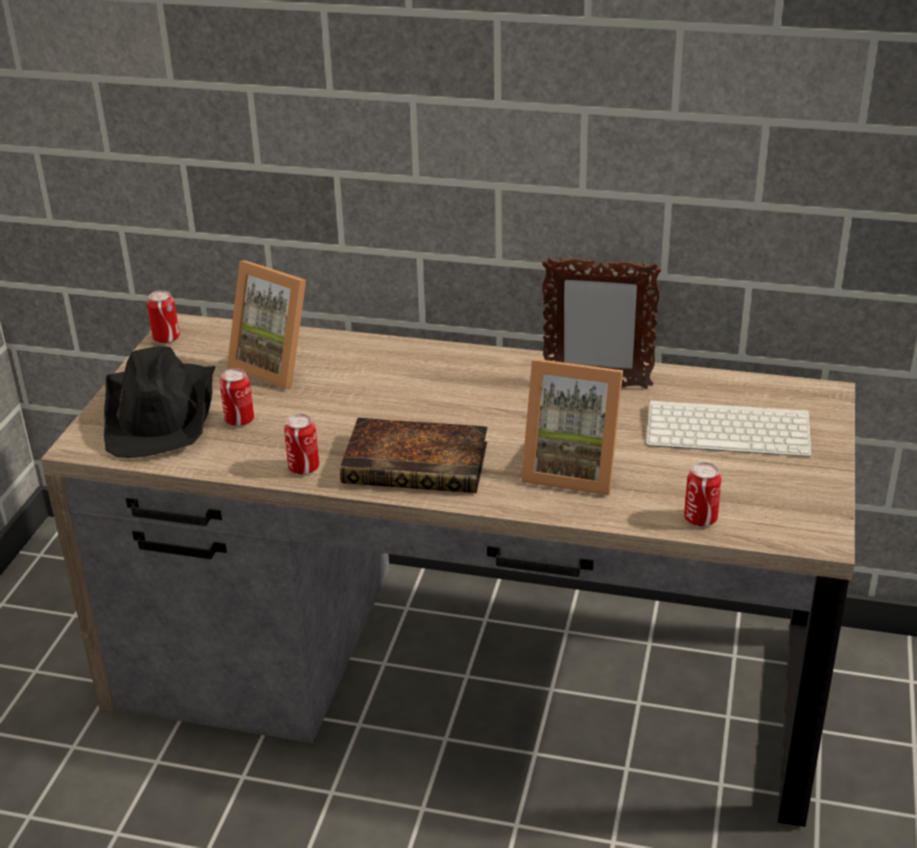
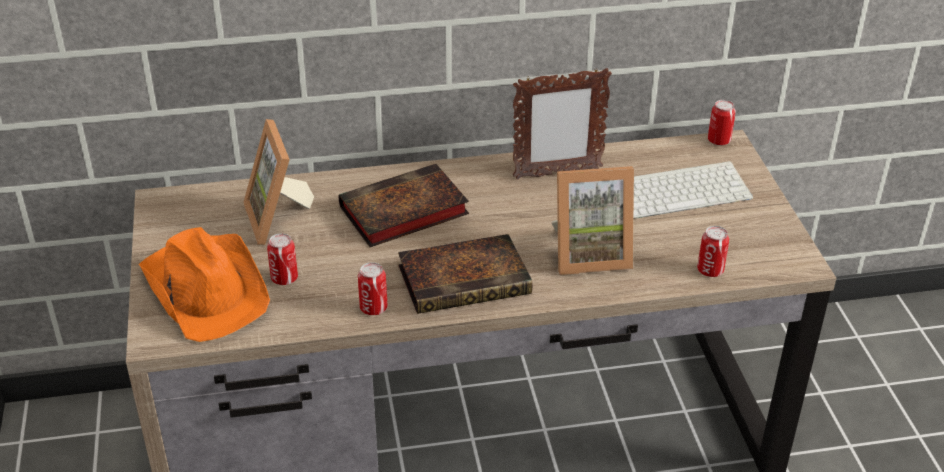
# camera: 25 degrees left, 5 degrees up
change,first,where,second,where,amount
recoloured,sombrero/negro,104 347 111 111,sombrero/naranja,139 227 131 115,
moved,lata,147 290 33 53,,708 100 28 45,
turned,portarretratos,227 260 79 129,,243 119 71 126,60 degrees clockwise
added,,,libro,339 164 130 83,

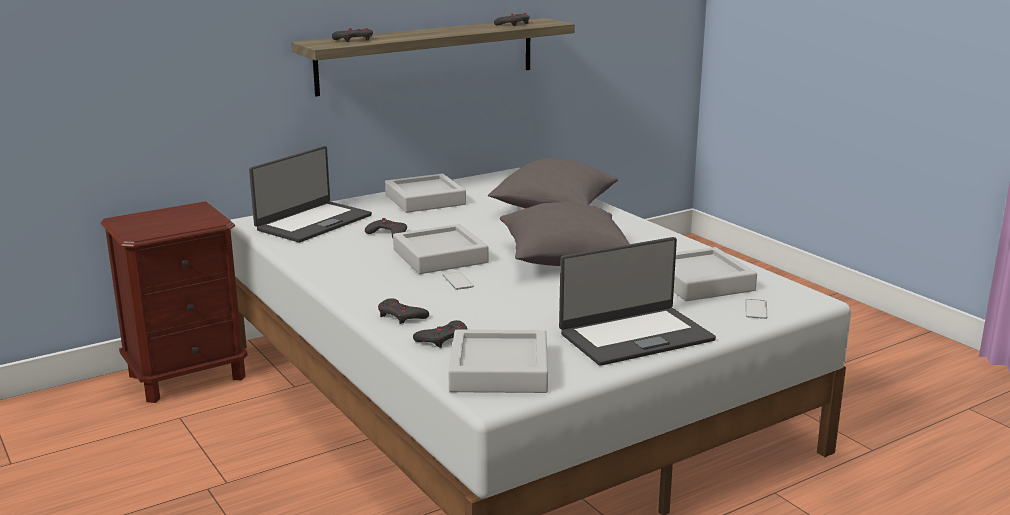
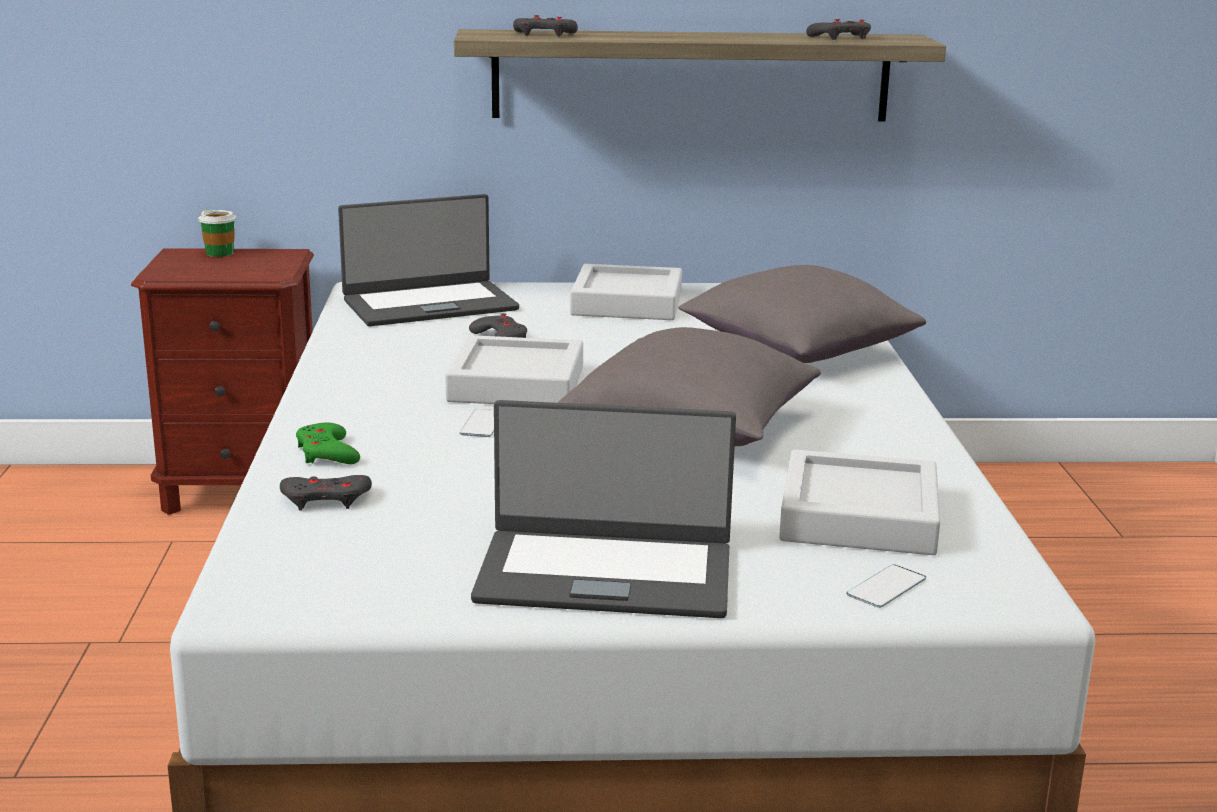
# camera: 30 degrees right, 0 degrees up
change,first,where,second,where,amount
recoloured,mando de consola/gris,378 298 51 26,mando de consola/verde,296 422 64 42,
removed,bandeja/gris,448 330 100 63,,,
added,,,taza,198 210 38 47,

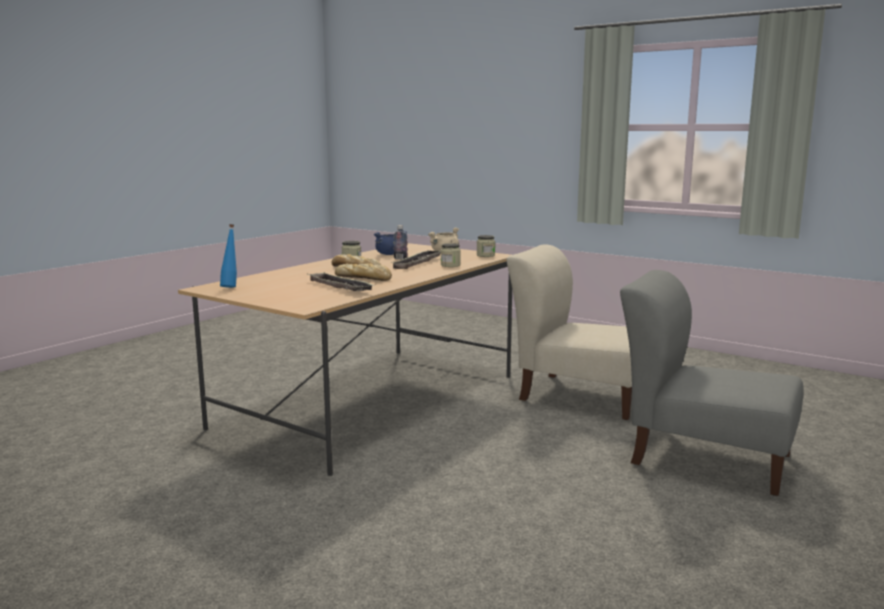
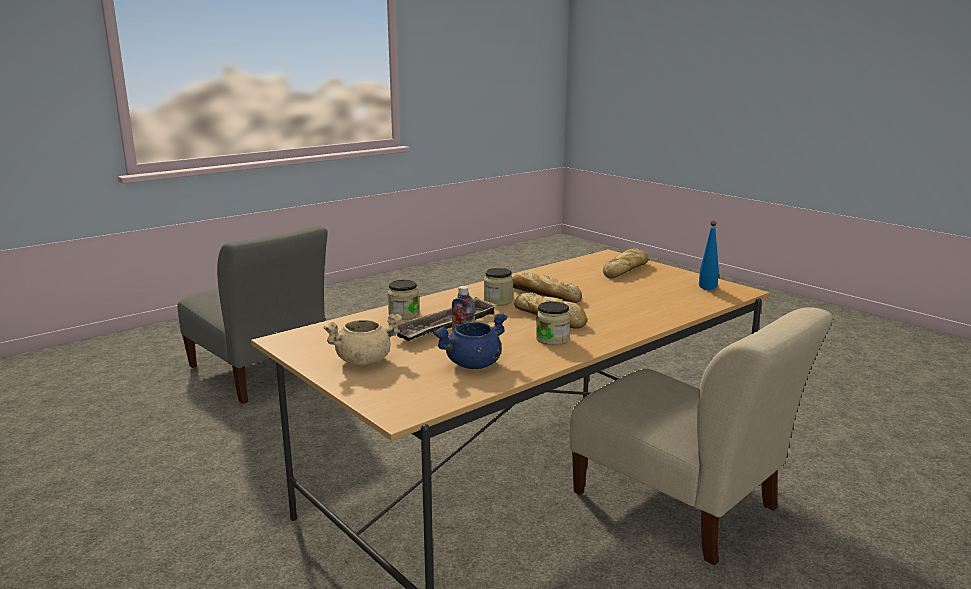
# camera: 165 degrees left, 5 degrees up
change,first,where,second,where,amount
removed,bandeja,307 272 68 19,,,
moved,tarro,477 235 18 22,,484 268 29 37,
moved,silla/beis,507 245 125 175,,569 307 264 258,
added,,,pan,603 248 45 30,

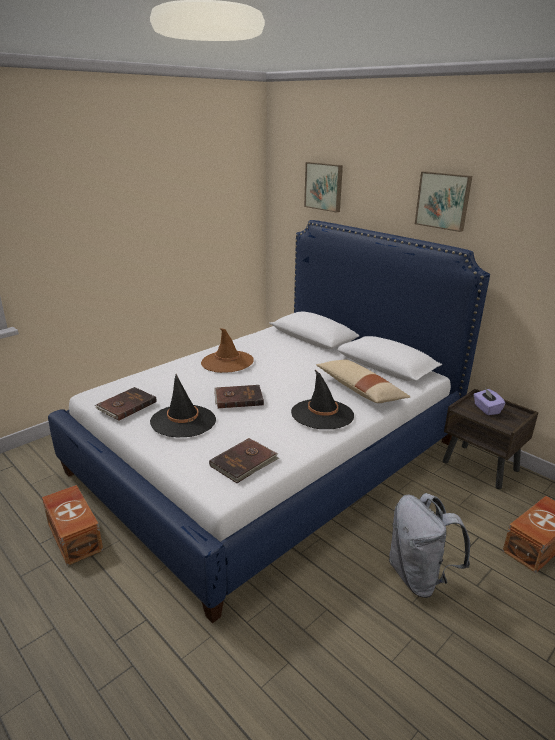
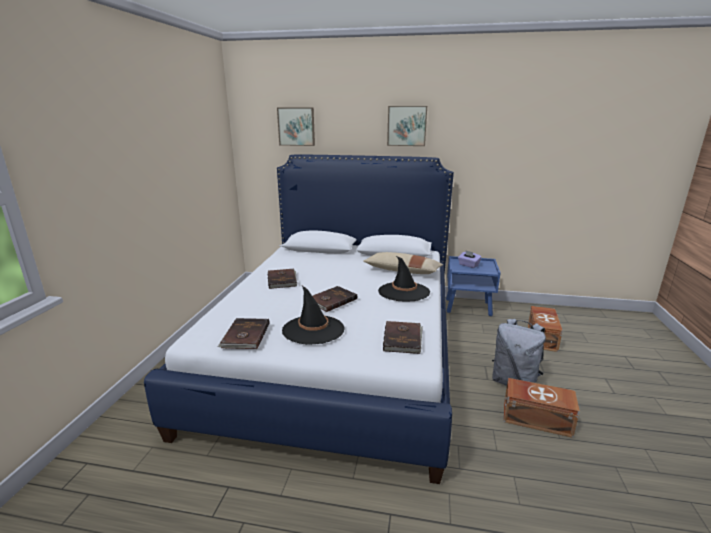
# camera: 35 degrees left, 5 degrees down
change,first,where,second,where,amount
moved,caja de almacenaje/marrón,42 485 61 81,,504 378 76 60,
replaced,sombrero/marrón,201 328 53 45,libro/marrón,268 269 29 20,
recoloured,mesita de noche/marrón,443 389 96 100,mesita de noche/azul,446 256 55 60,

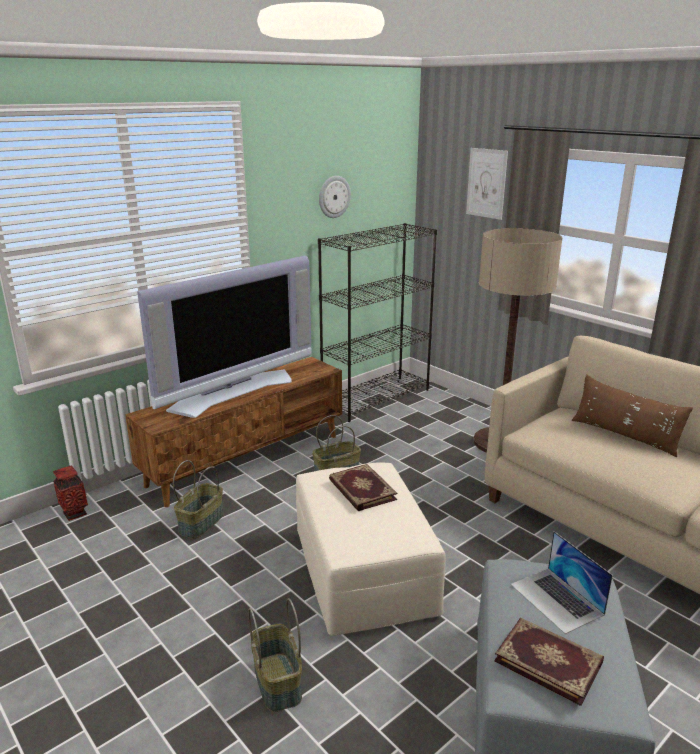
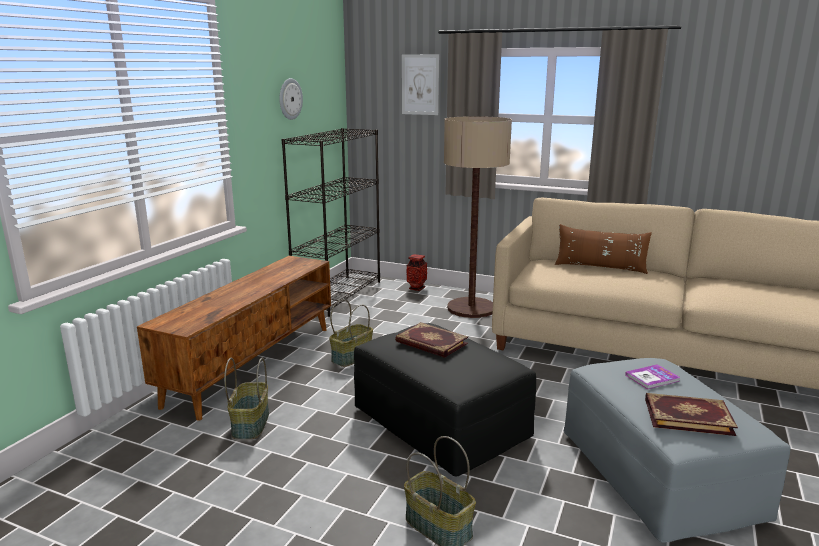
# camera: 25 degrees left, 5 degrees down
change,first,where,second,where,amount
moved,florero,53 466 35 55,,407 254 20 37,
removed,televisor,137 256 175 162,,,
recoloured,puf/beis,296 462 150 174,puf/negro,354 323 182 153,
replaced,portátil,511 531 102 103,libro,625 364 55 25,

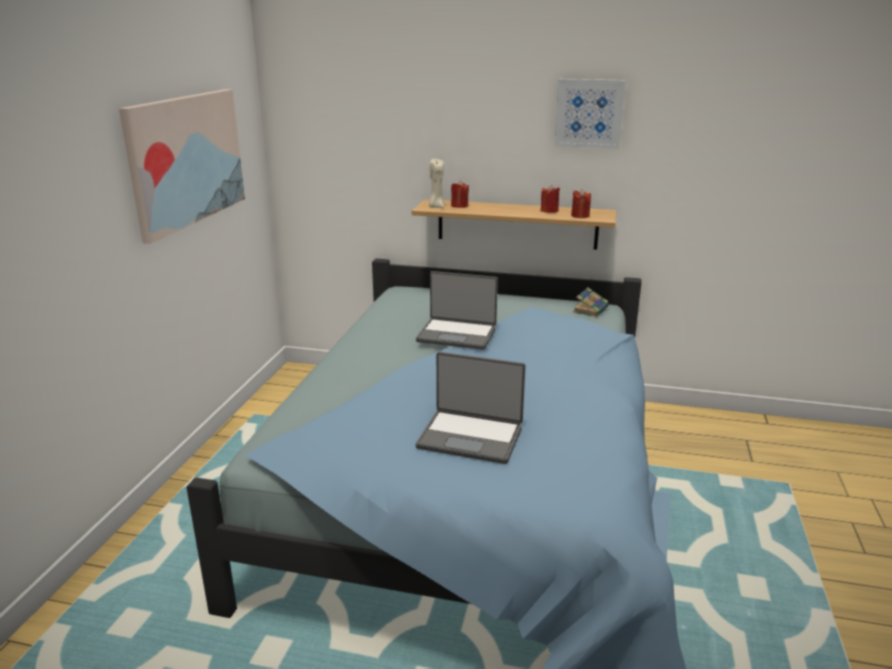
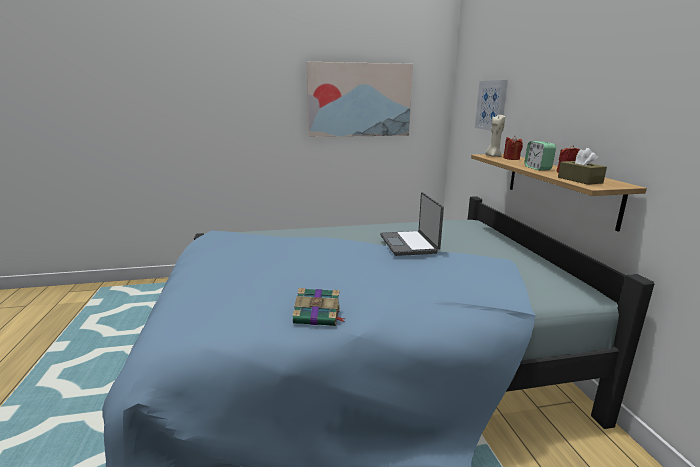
# camera: 65 degrees right, 5 degrees down
change,first,where,second,where,amount
removed,portátil,416 352 110 112,,,
moved,cuadro,554 79 72 70,,475 80 33 51,
replaced,vela/rojo,571 189 20 29,caja de pañuelos/marrón,558 148 49 37,
moved,libro,573 287 36 30,,293 288 53 38,
added,,,despertador,524 141 32 30,

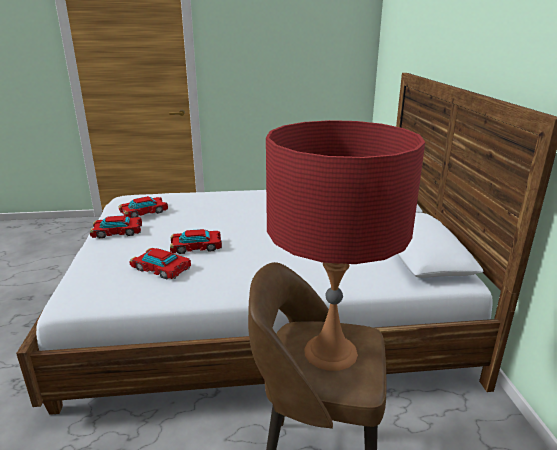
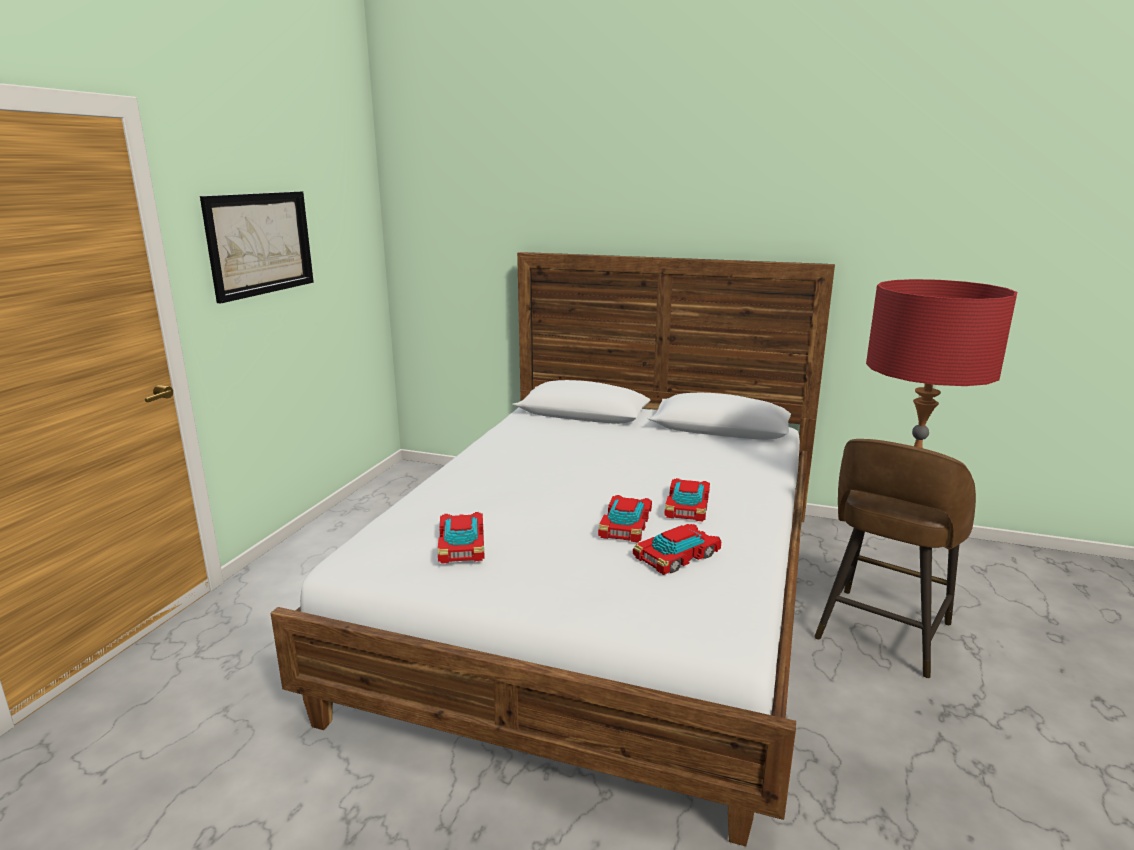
# camera: 65 degrees left, 5 degrees down
change,first,where,second,where,amount
moved,coche de juguete,90 215 52 23,,664 478 46 43,
added,,,cuadro,200 191 114 112,

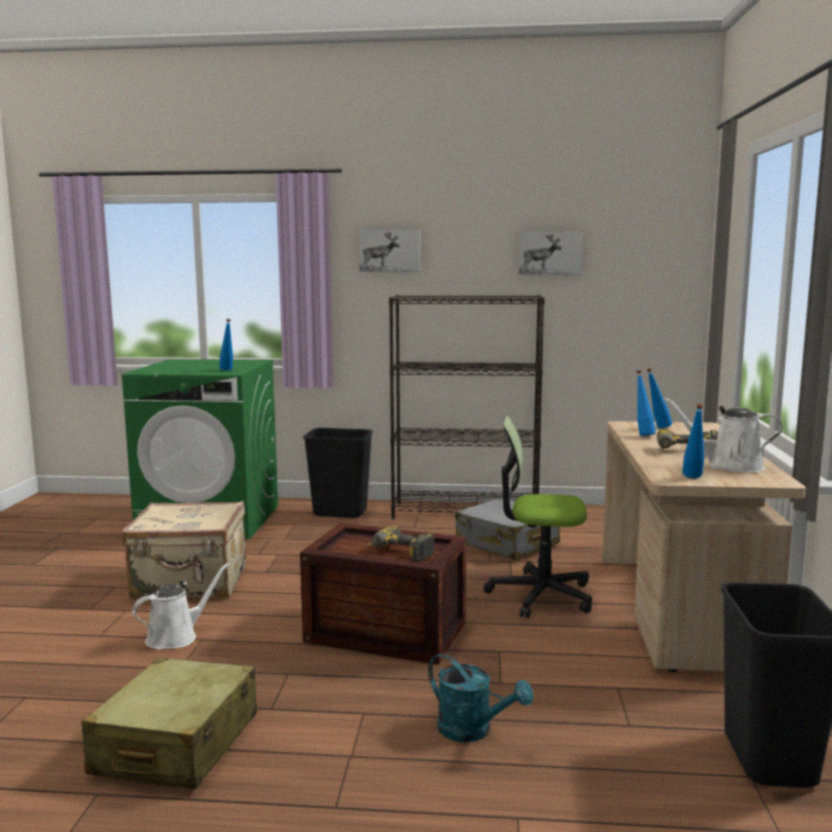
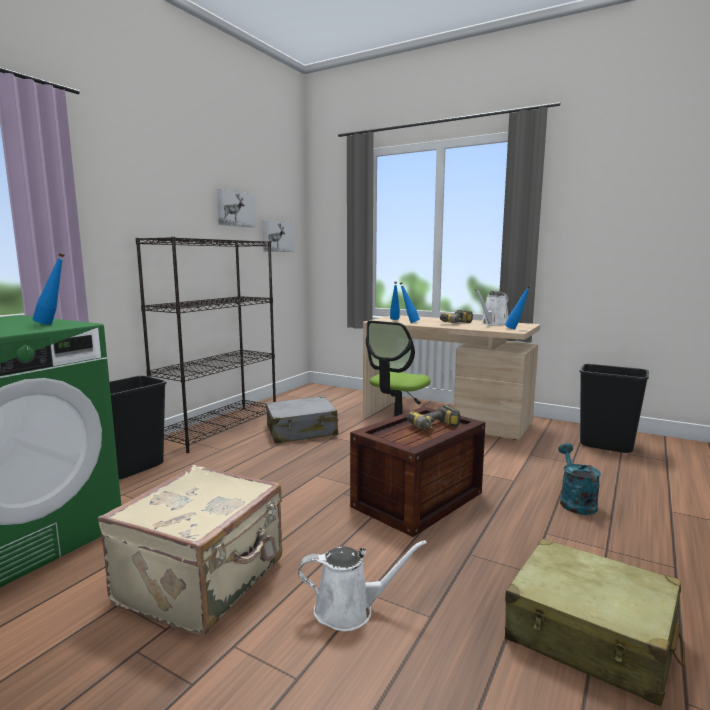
# camera: 65 degrees left, 0 degrees up
change,first,where,second,where,amount
turned,regadera/blanco,132 562 98 88,,298 540 129 91,105 degrees clockwise
moved,cuadro,359 229 61 43,,262 220 32 32,
turned,regadera/turquesa,428 653 105 89,,558 443 43 72,60 degrees counterclockwise

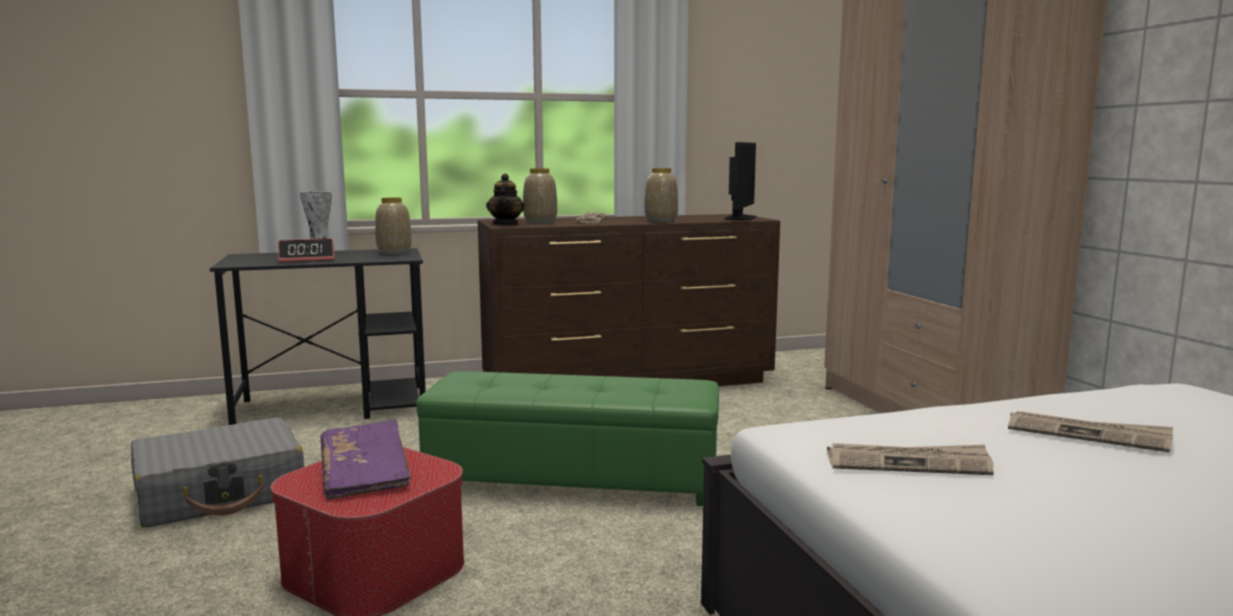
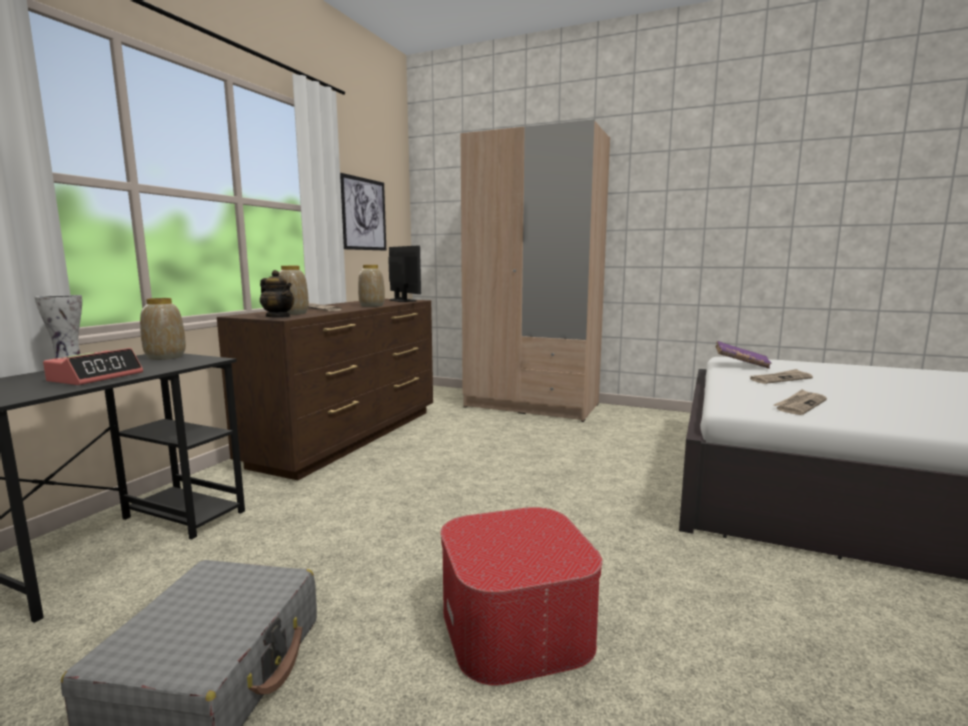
# camera: 50 degrees left, 0 degrees up
change,first,where,second,where,amount
moved,libro/morado,320 419 91 81,,715 341 56 28,
removed,puf/verde,416 371 303 135,,,
added,,,cuadro,340 173 46 78,

